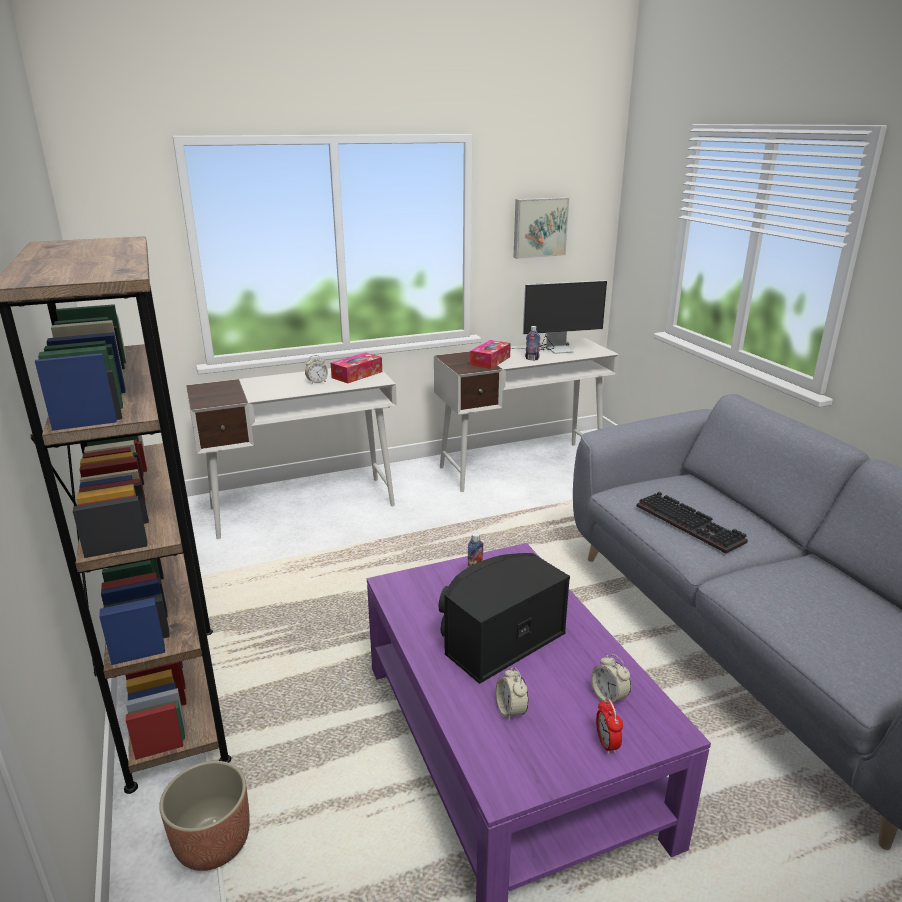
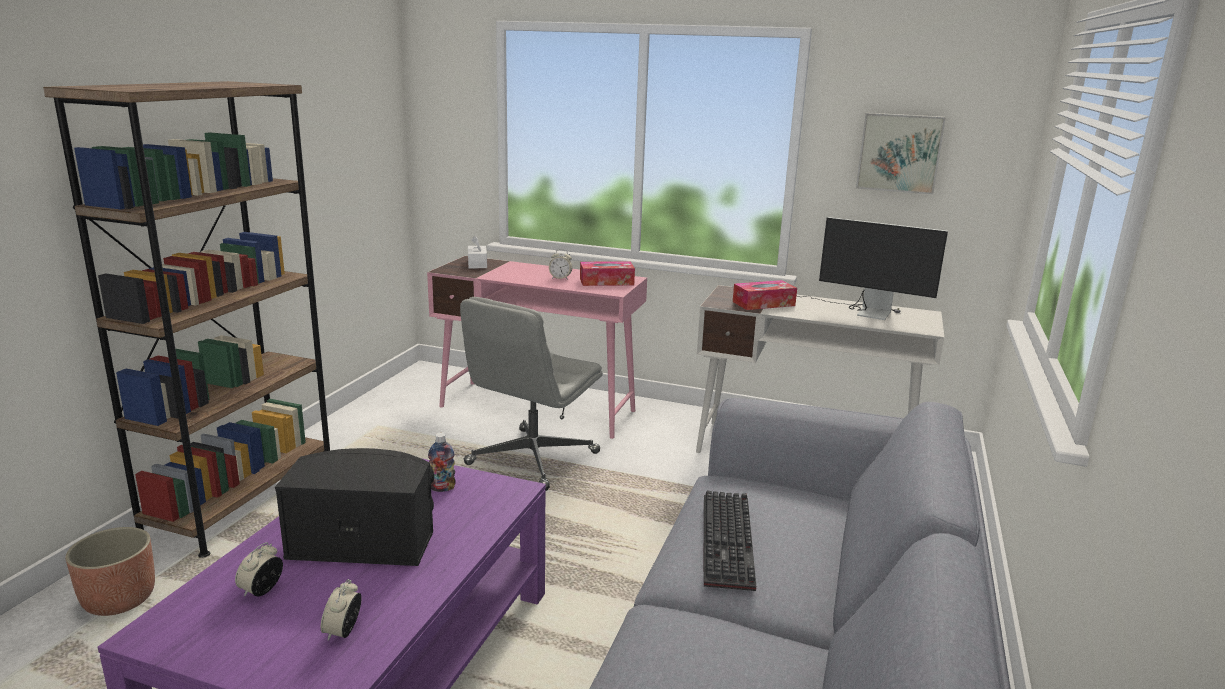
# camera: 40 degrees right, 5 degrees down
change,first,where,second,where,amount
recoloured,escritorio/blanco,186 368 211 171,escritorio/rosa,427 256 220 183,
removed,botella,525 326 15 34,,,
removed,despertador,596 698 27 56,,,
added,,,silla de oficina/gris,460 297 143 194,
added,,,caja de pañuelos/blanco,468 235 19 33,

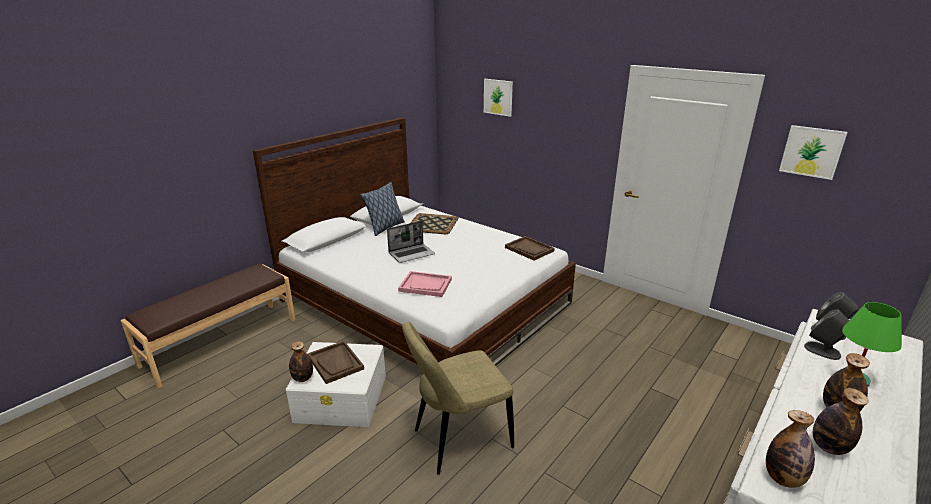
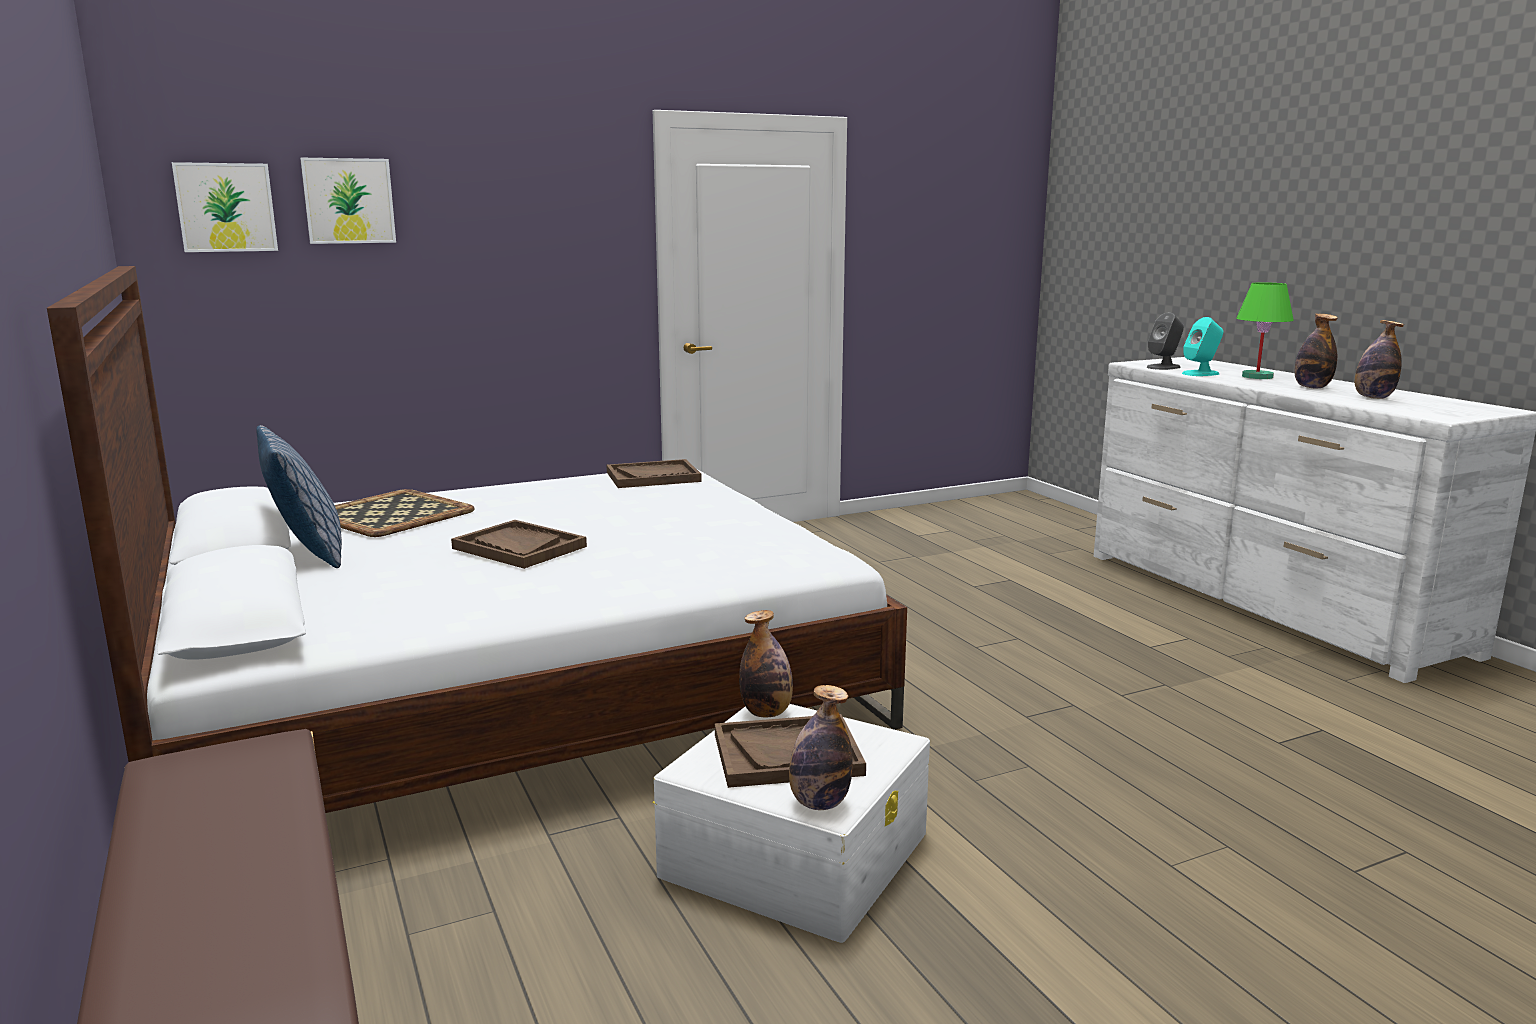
# camera: 65 degrees left, 10 degrees down
change,first,where,second,where,amount
replaced,portátil,387 221 48 42,bandeja/marrón,451 520 136 49,
removed,bandeja/rosa,398 271 54 26,,,
removed,silla/beis,402 322 112 153,,,
moved,botella,766 410 49 78,,739 610 54 108,
moved,cuadro,779 125 69 55,,172 162 106 90,
recoloured,altavoz/gris,804 309 45 51,altavoz/turquesa,1182 317 41 59,

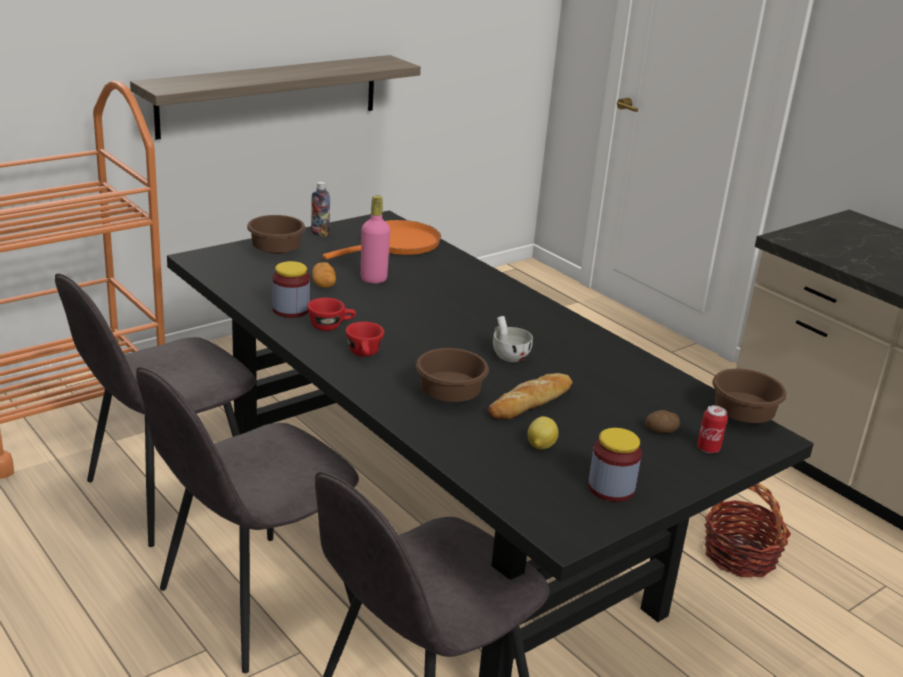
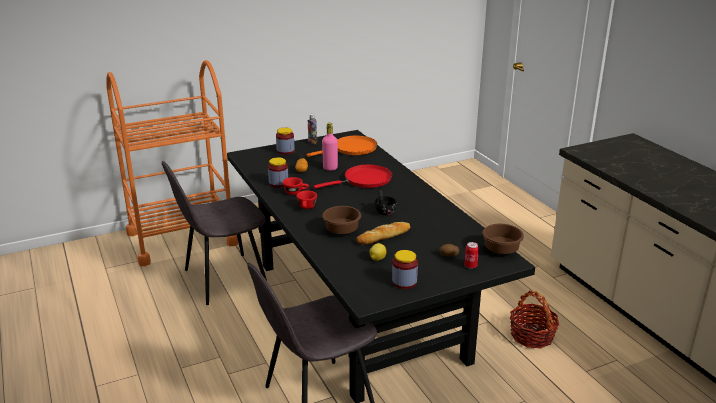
# camera: 15 degrees right, 0 degrees up
change,first,where,second,where,amount
removed,estante,130 55 291 85,,,
removed,silla/gris,136 367 223 306,,,
replaced,cuenco/marrón,247 215 58 39,tarro,276 128 19 27,
recoloured,taza/blanco,493 316 40 46,taza/negro,375 190 21 25,
added,,,sartén/rojo,313 164 79 25,

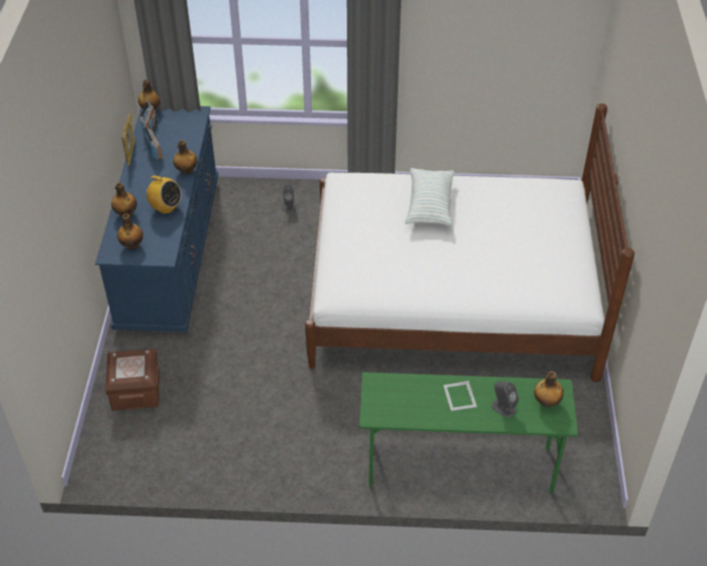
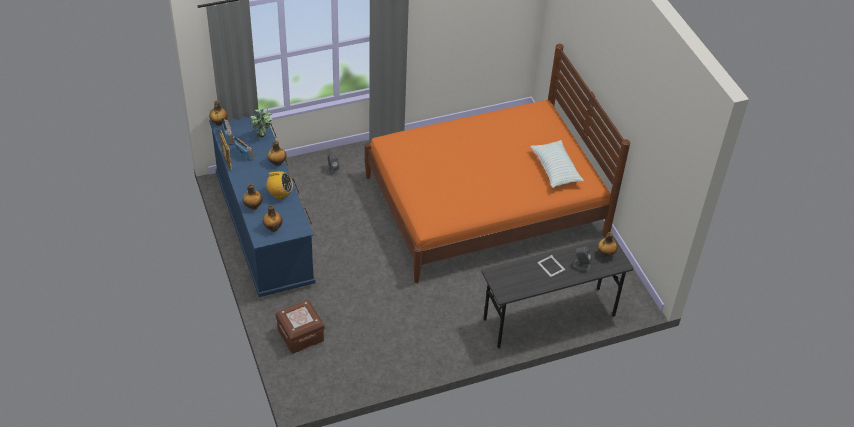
# camera: 25 degrees left, 0 degrees up
change,first,where,second,where,amount
recoloured,cama/blanco,305 103 330 279,cama/naranja,365 44 265 239,
recoloured,escritorio/verde,360 372 218 122,escritorio/gris,481 236 153 112,
moved,cojín,405 168 49 58,,530 140 54 48,
added,,,planta en maceta,250 109 23 28,

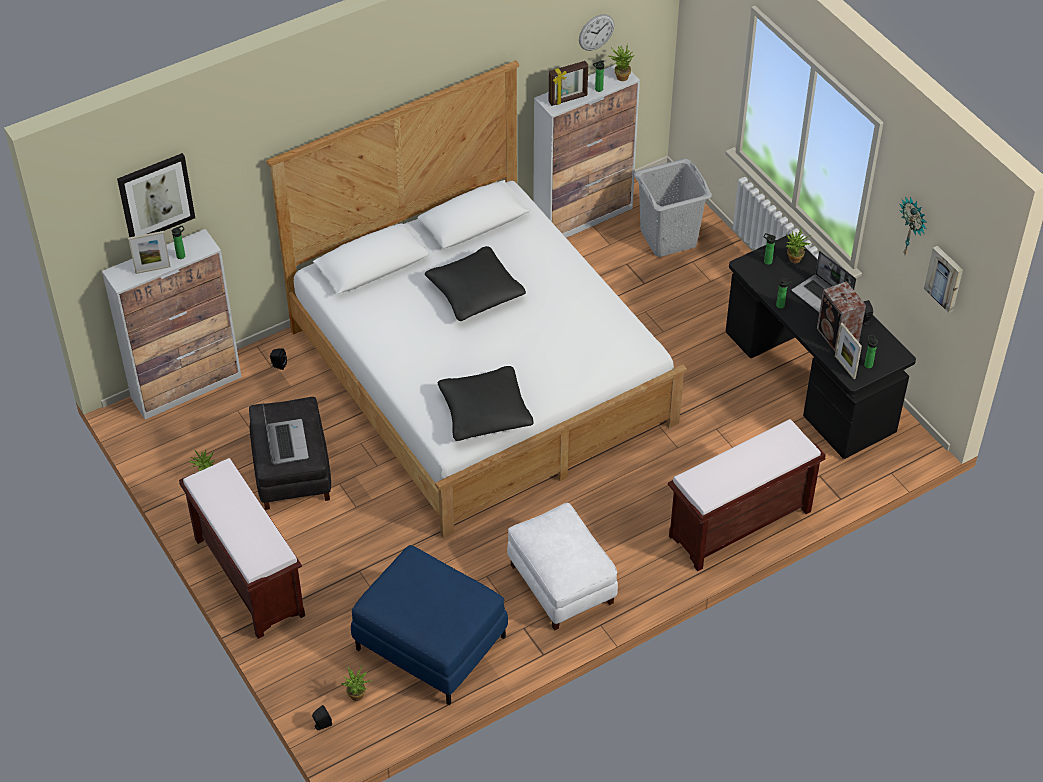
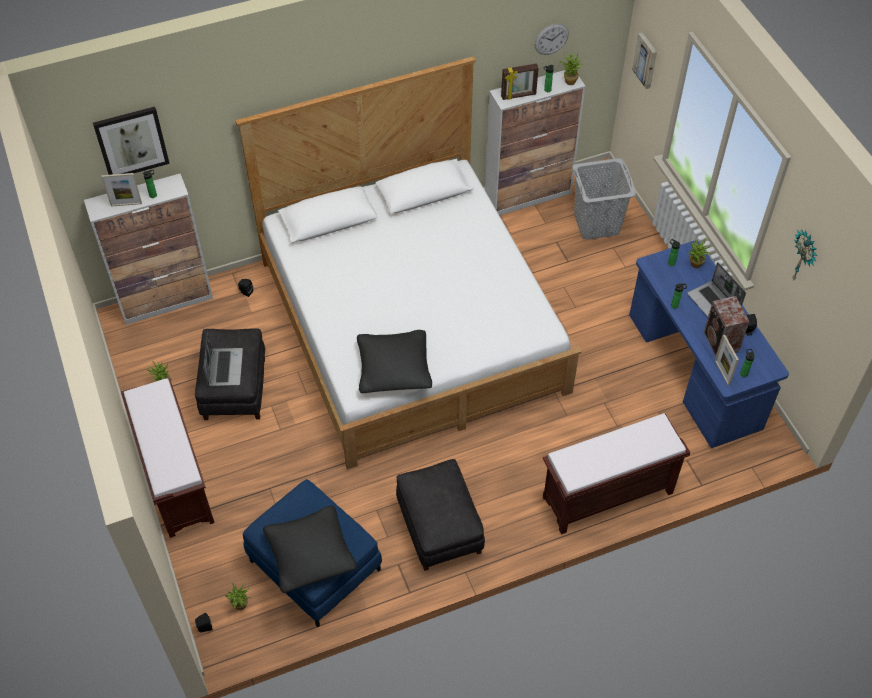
# camera: 10 degrees right, 5 degrees up
change,first,where,second,where,amount
moved,cojín/negro,425 246 101 75,,263 506 94 87,
recoloured,puf/blanco,507 503 111 128,puf/negro,396 459 89 112,
recoloured,escritorio/negro,726 234 190 225,escritorio/azul,629 240 160 208,
moved,cuadro,924 246 39 67,,632 33 25 56,

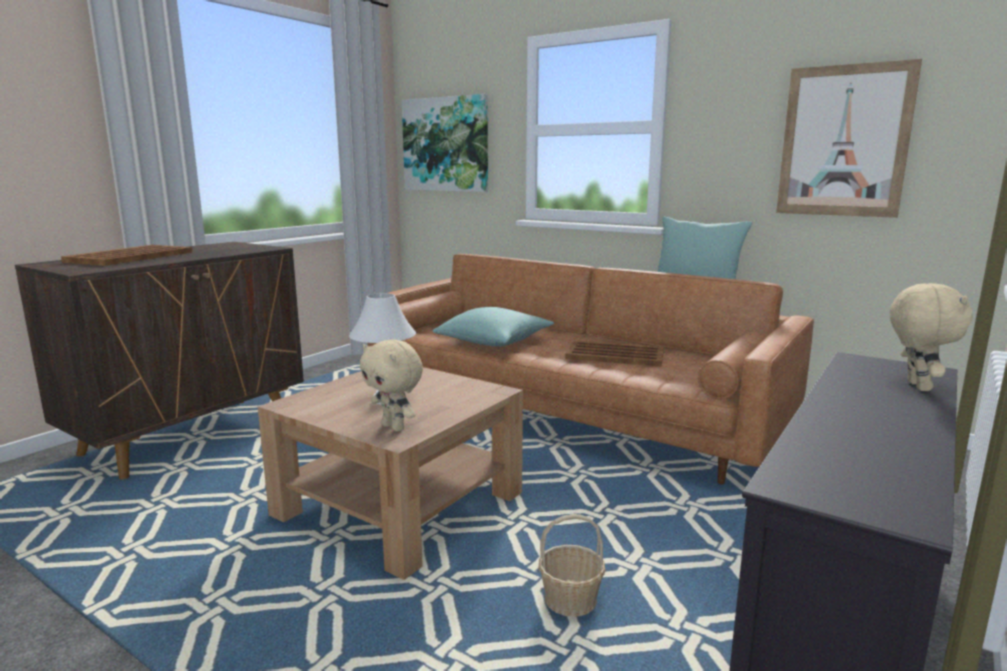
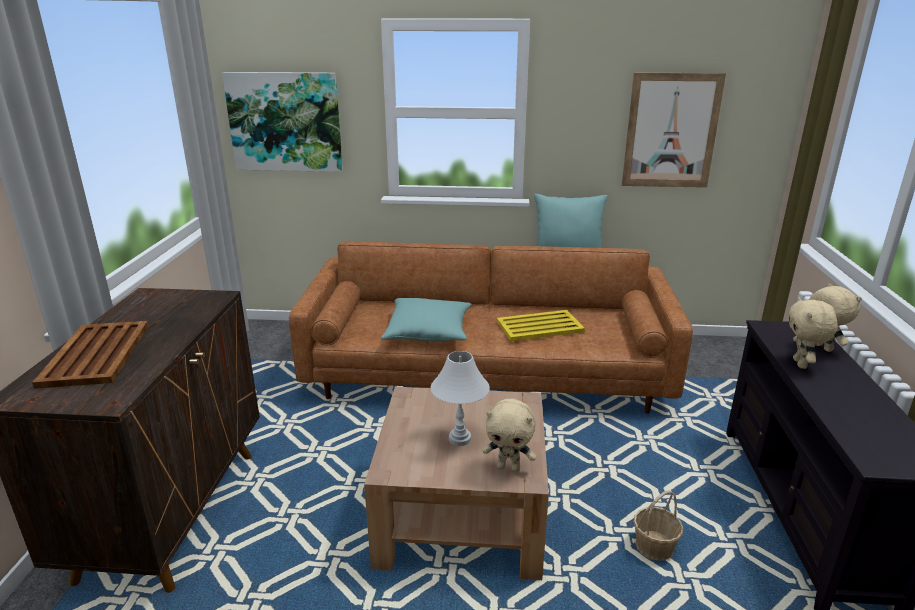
# camera: 30 degrees left, 10 degrees up
change,first,where,second,where,amount
recoloured,bandeja/marrón,565 340 99 27,bandeja/amarillo,497 310 88 31,
added,,,peluche/beis,788 297 50 72,

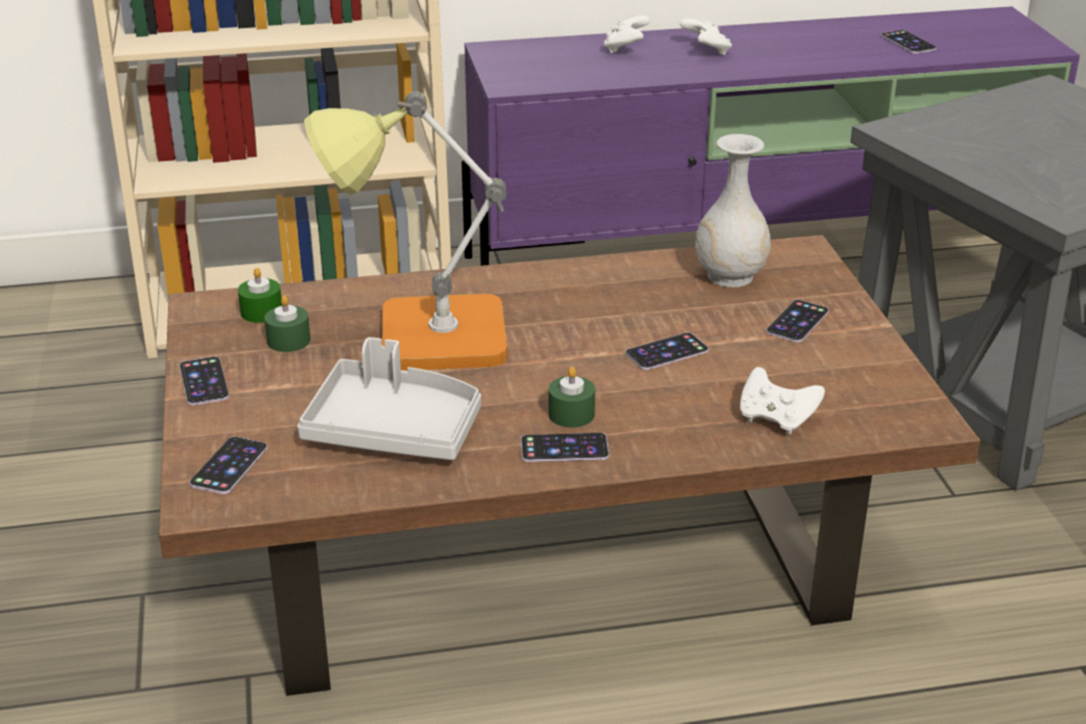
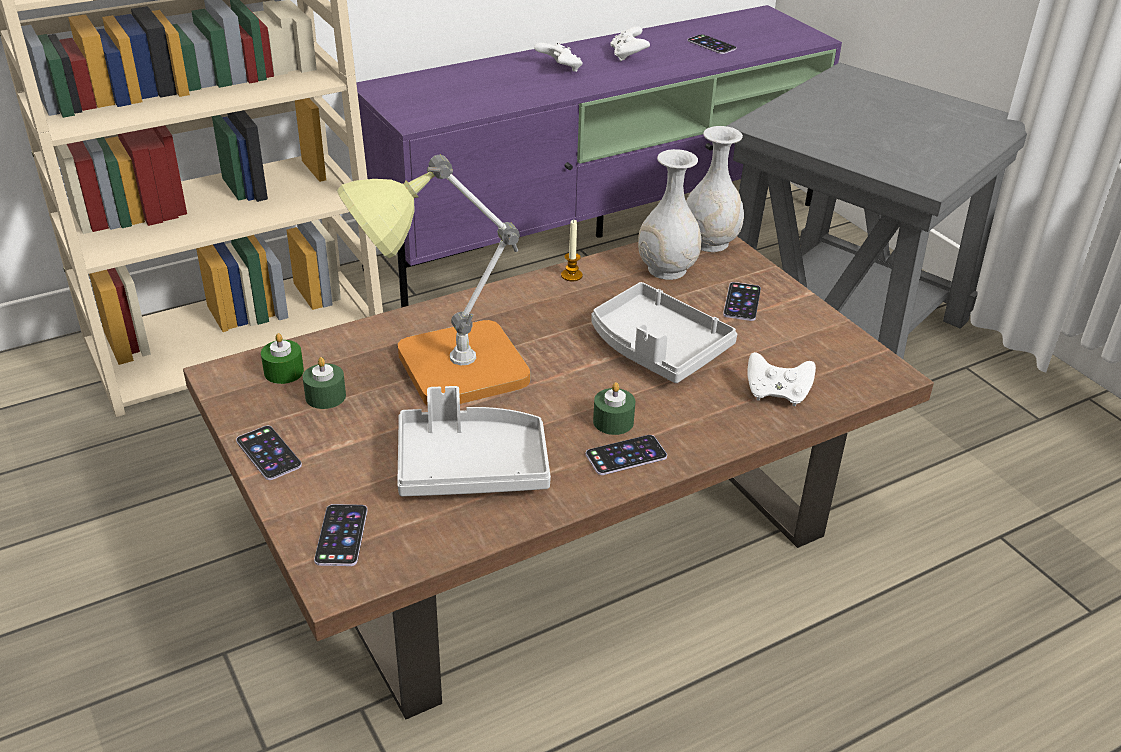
# camera: 20 degrees left, 5 degrees up
change,first,where,second,where,amount
moved,mando de consola/blanco,604 15 46 38,,610 26 40 35,
replaced,móvil,625 333 84 37,bandeja/gris,592 282 145 101,
added,,,vela,561 220 22 62,
added,,,florero/blanco,686 126 58 126,

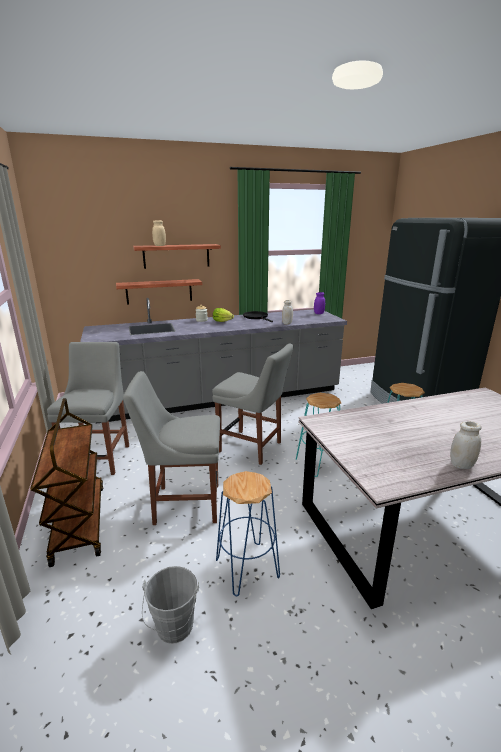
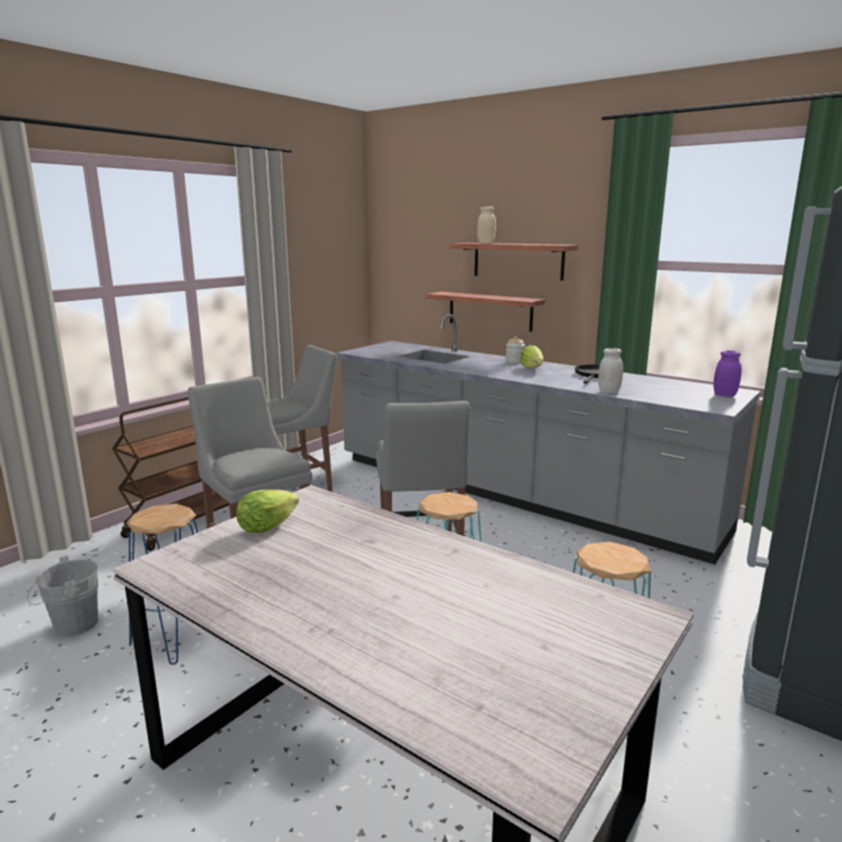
# camera: 55 degrees right, 5 degrees down
change,first,where,second,where,amount
removed,tarro/blanco,450 421 32 48,,,
added,,,lechuga,236 490 63 43,

